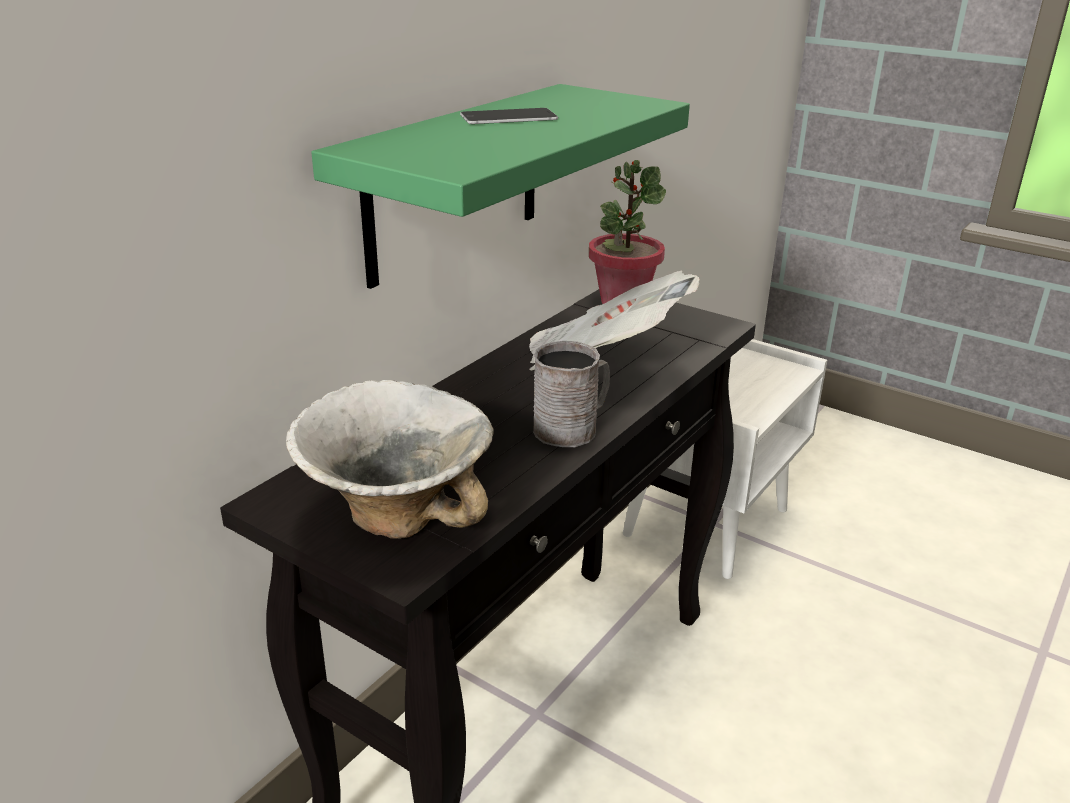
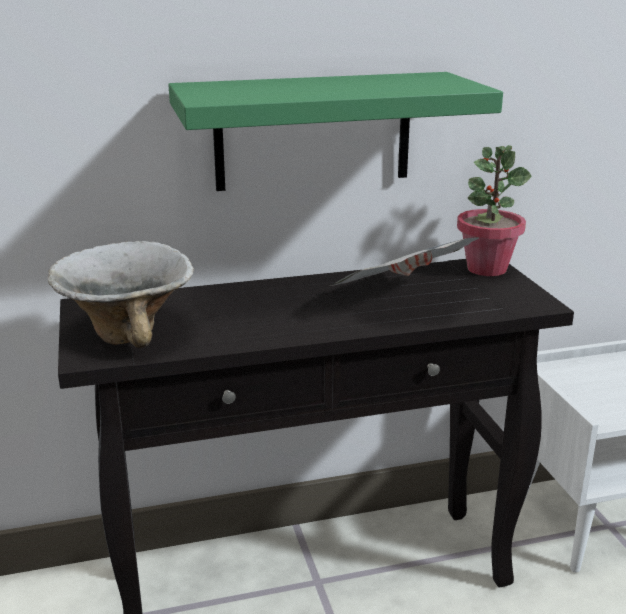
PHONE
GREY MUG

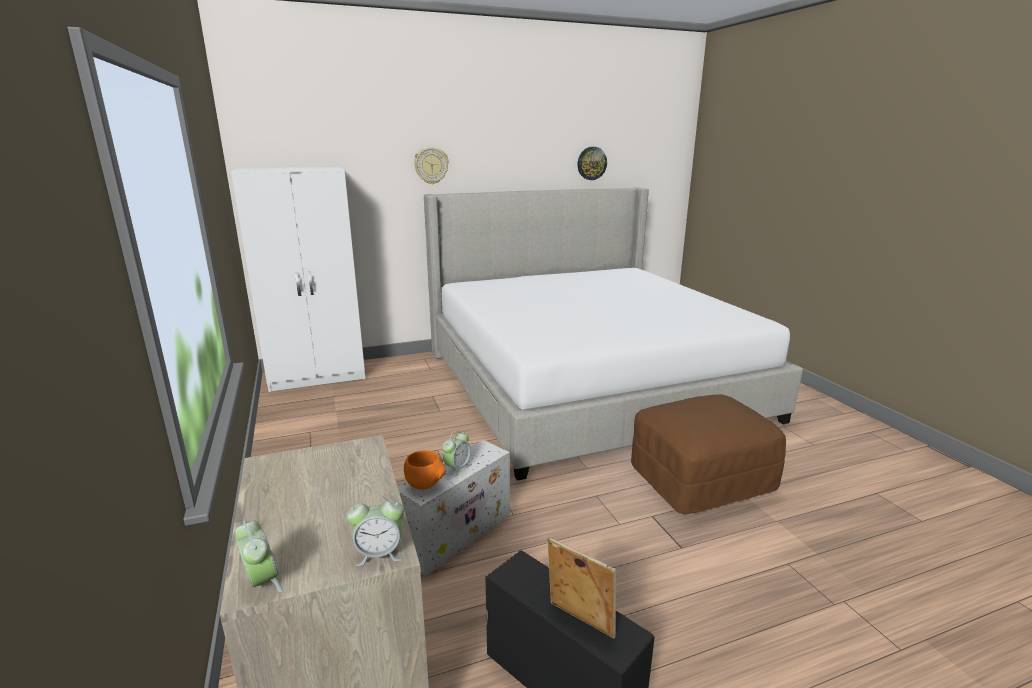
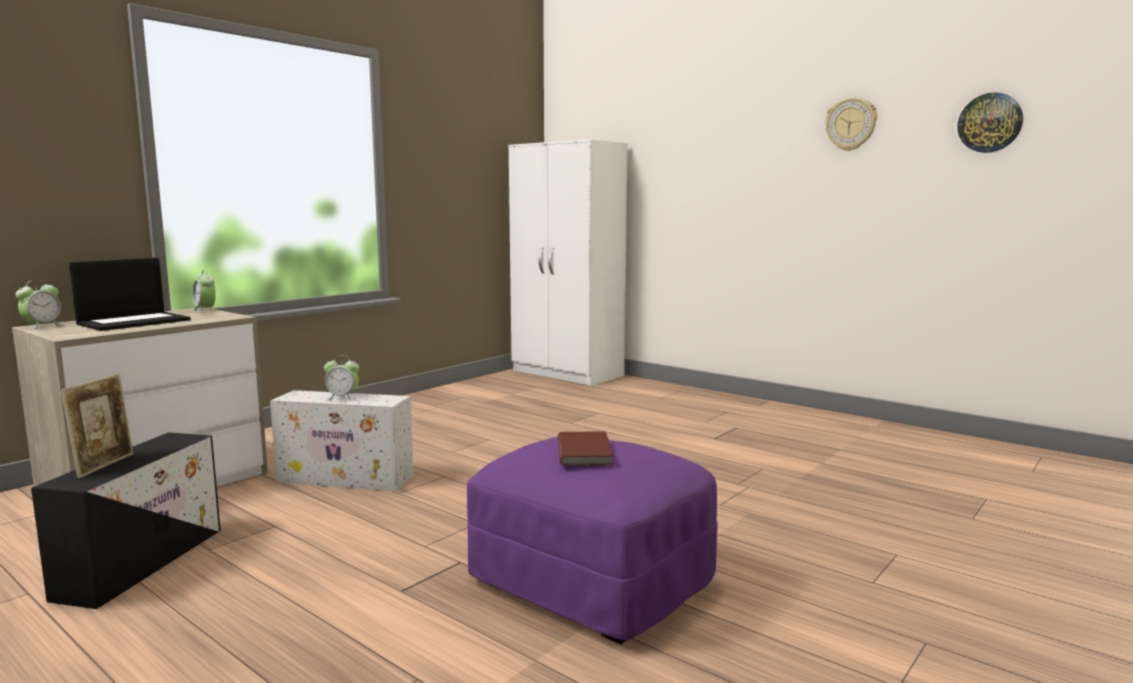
LAPTOP
ALARM CLOCK (2nd from left)
PURPLE OTTOMAN
BROWN BOOK
WALL CLOCK (1st from left)
ORANGE BOWL
BED

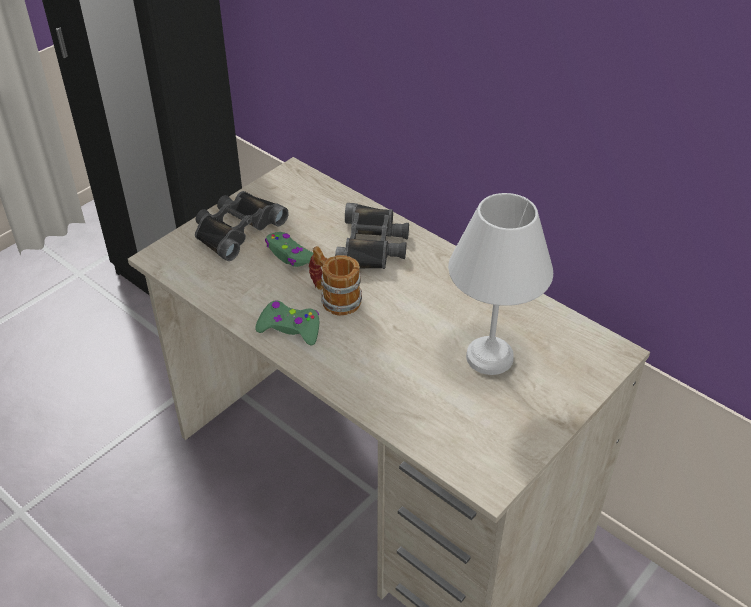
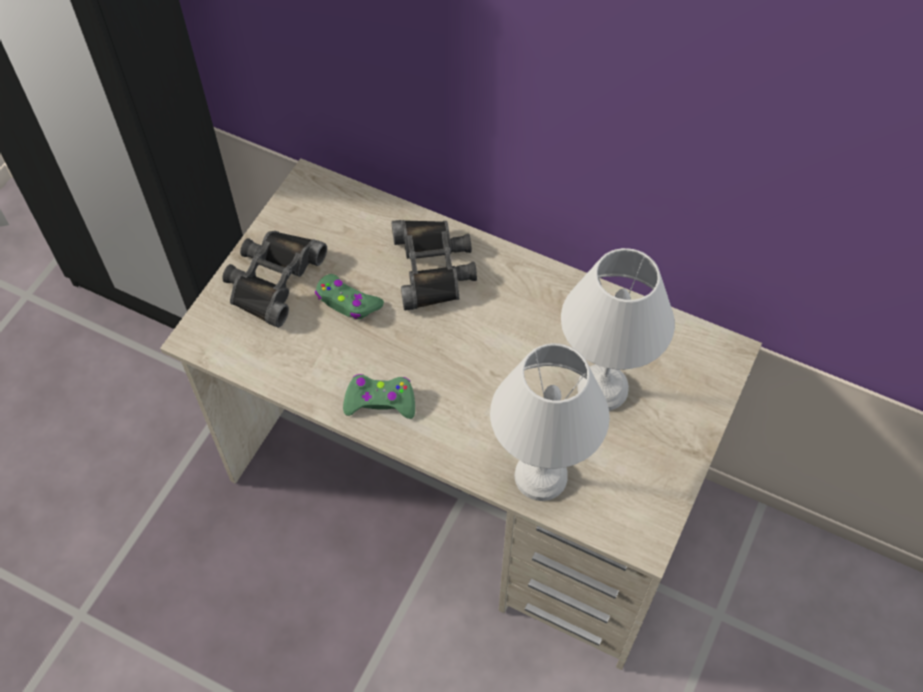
WHITE TABLE LAMP (1st from left)
MUG

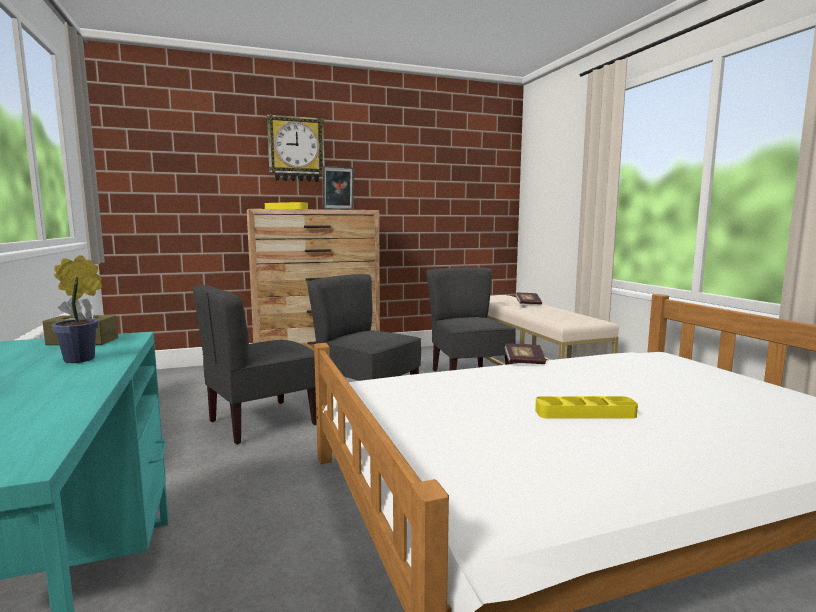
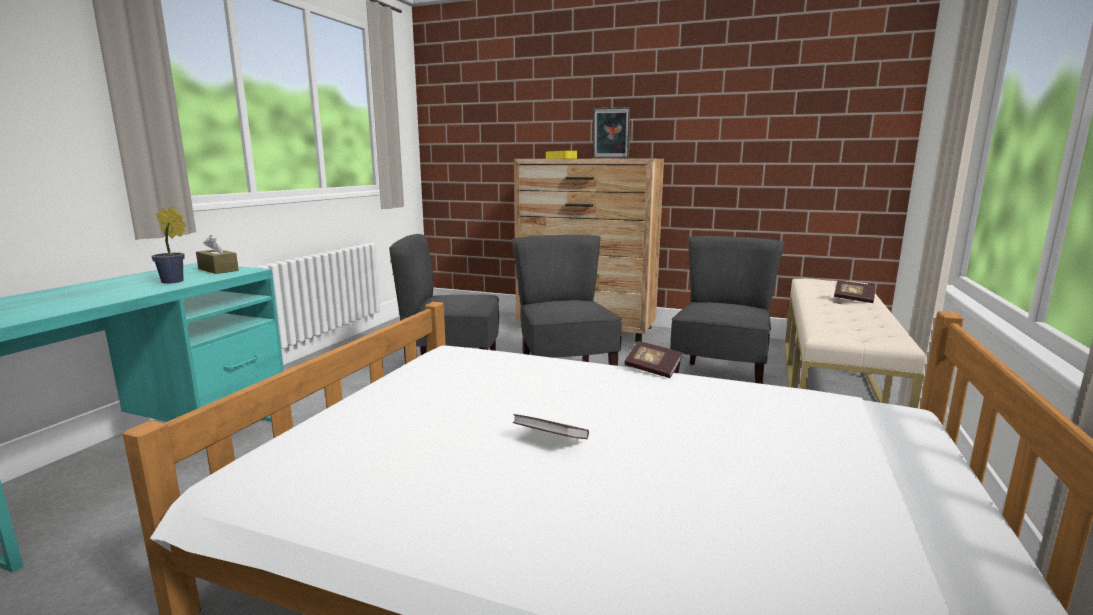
BOOK (1st from left)
WALL CLOCK

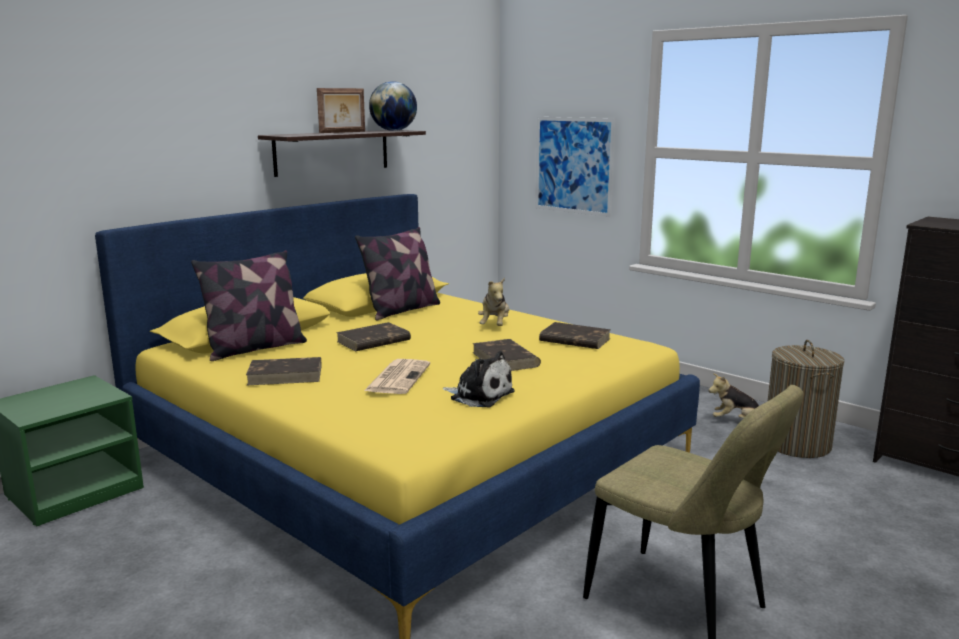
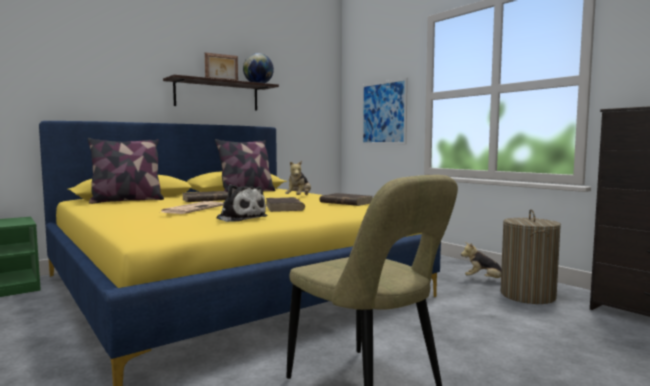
BROWN BOOK (1st from left in the first image)

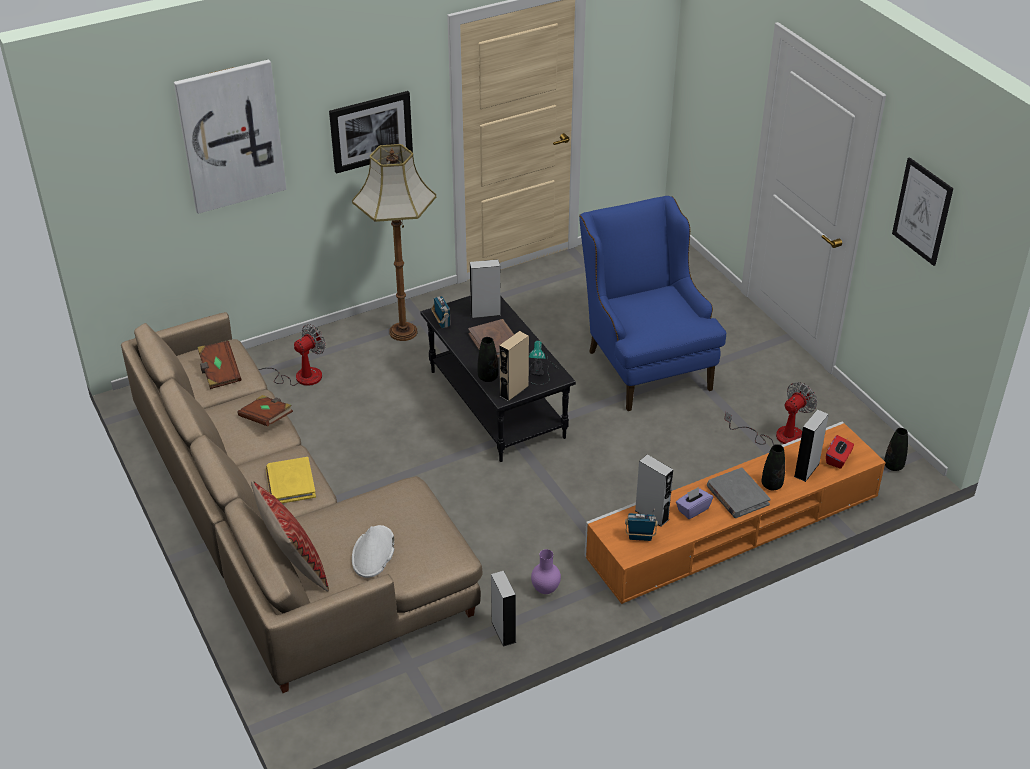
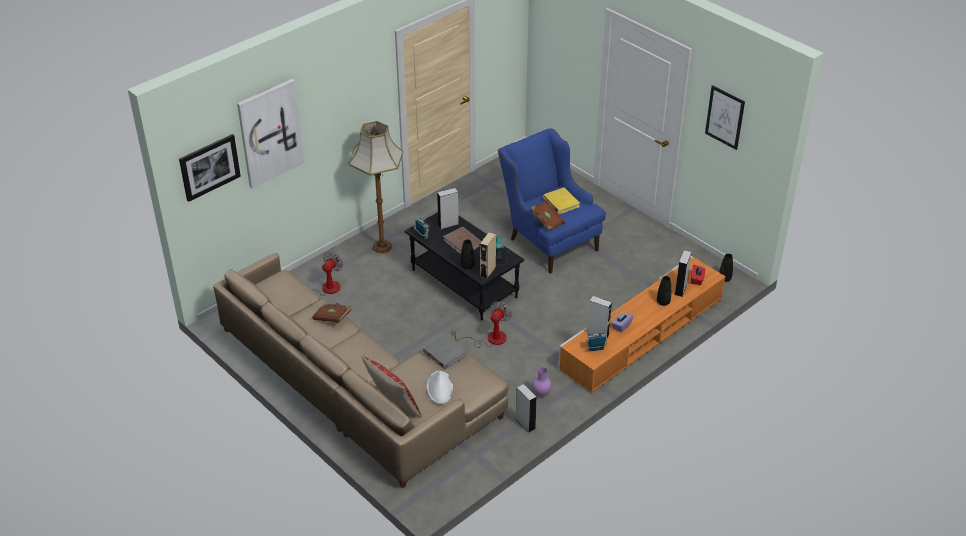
PICTURE (1st from left)
GREY BOOK
FAN (2nd from left)
BROWN BOOK (3rd from left)
YELLOW BOOK

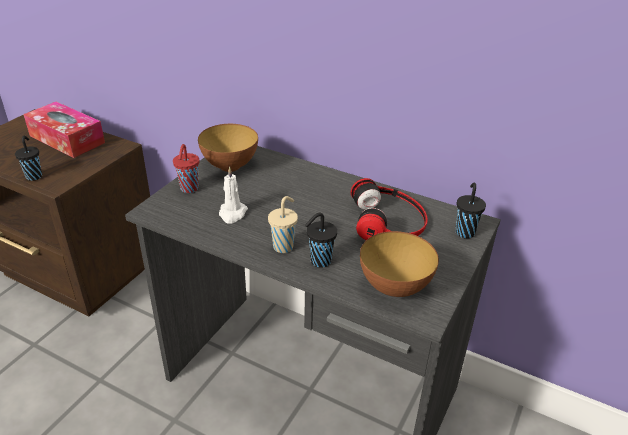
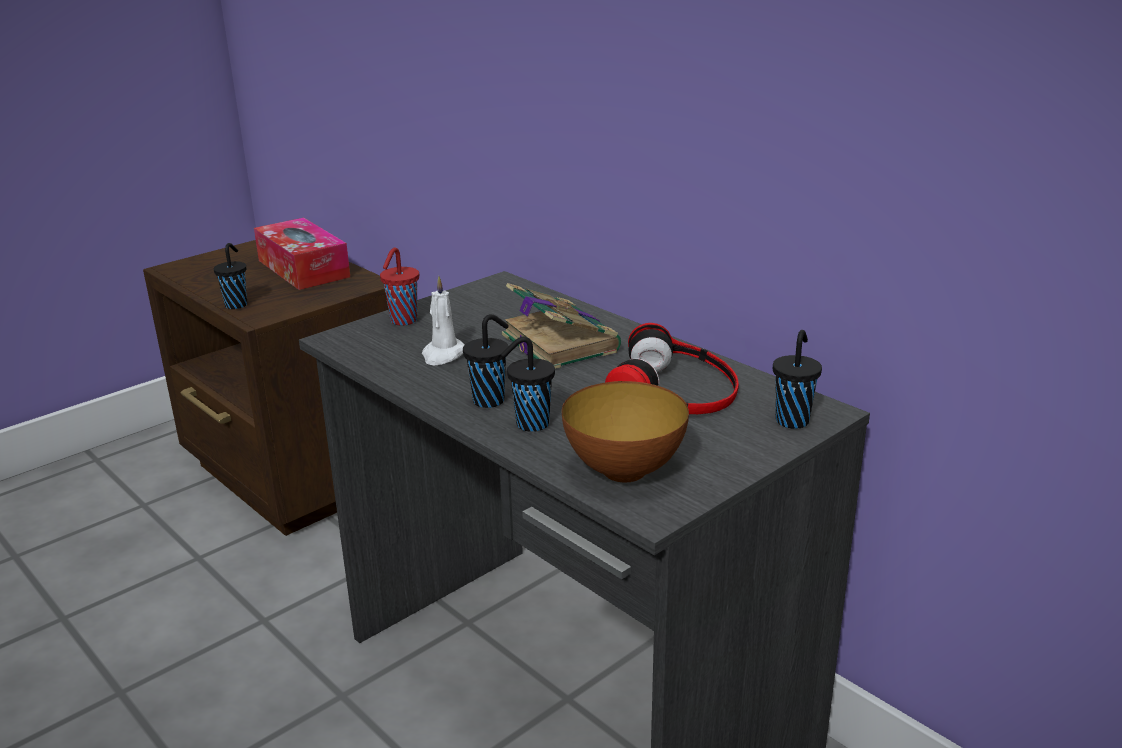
BLACK CUP (2nd from left)
BOOK
BOWL (1st from left in the first image)

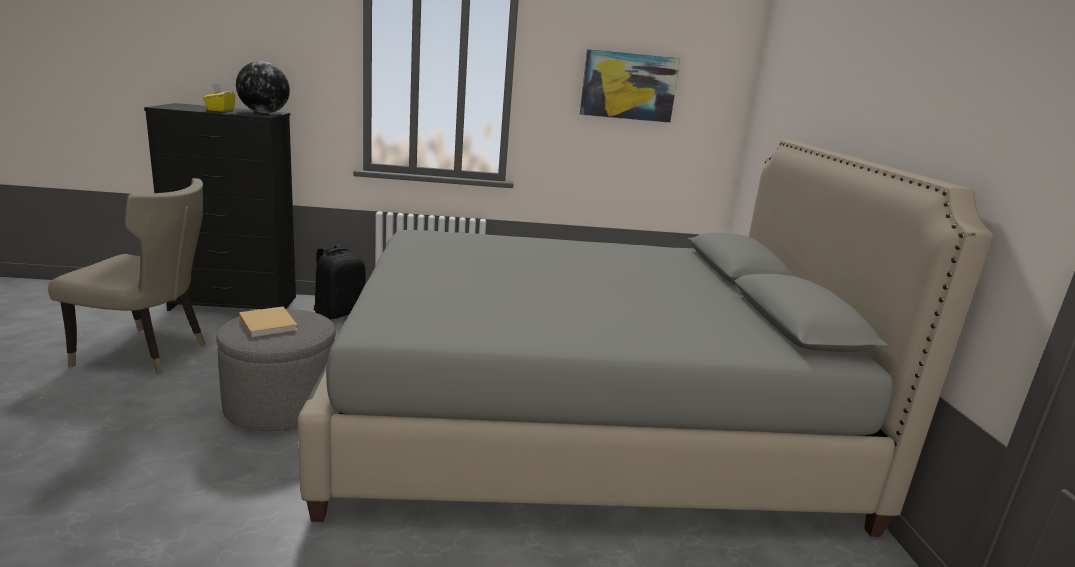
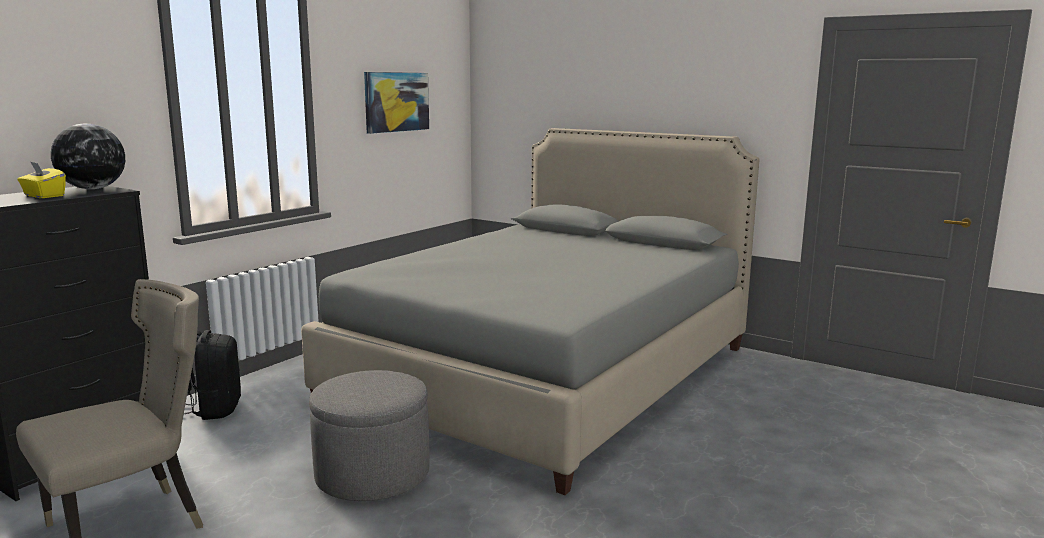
BEIGE BOOK

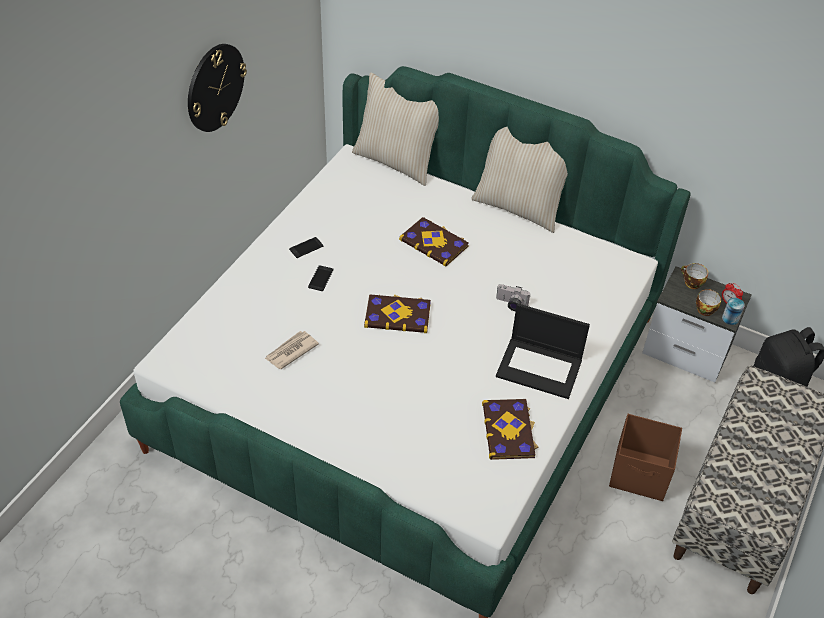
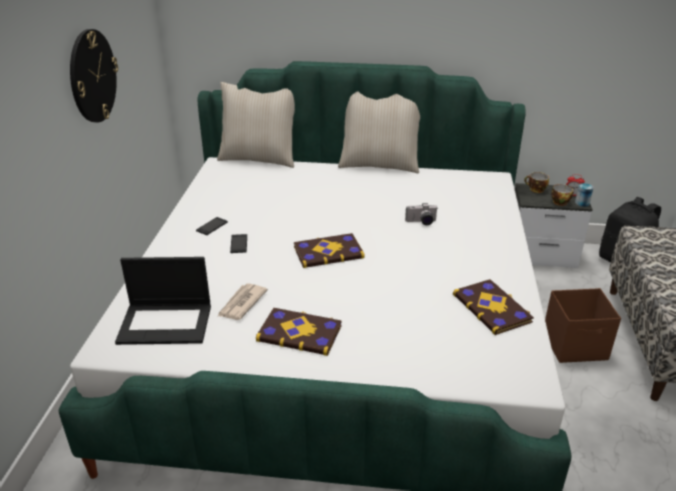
LAPTOP
BOOK (1st from left)

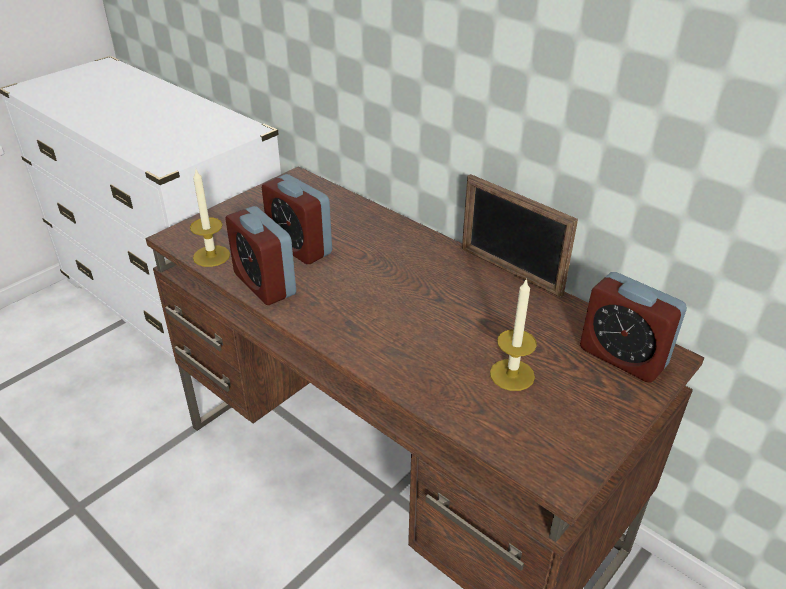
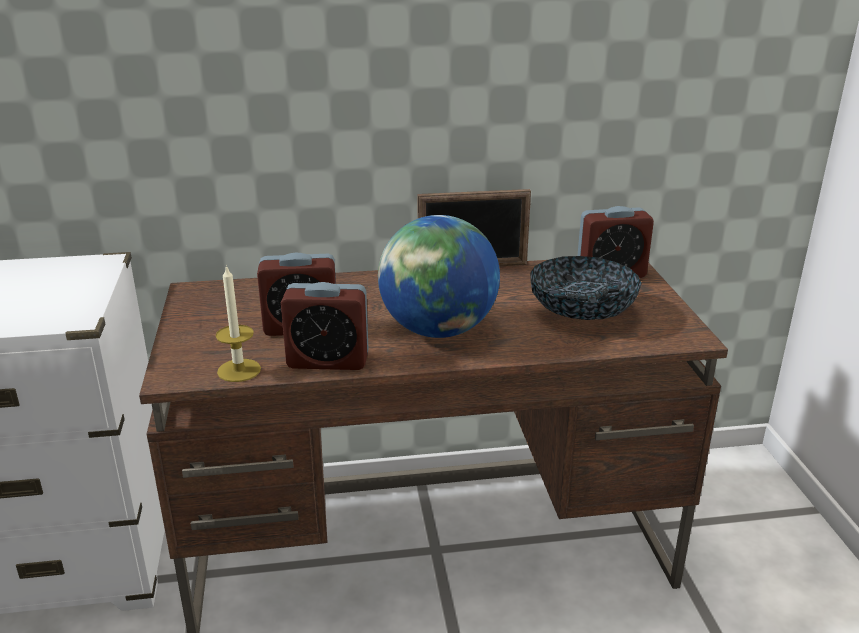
GLOBE
BOWL

